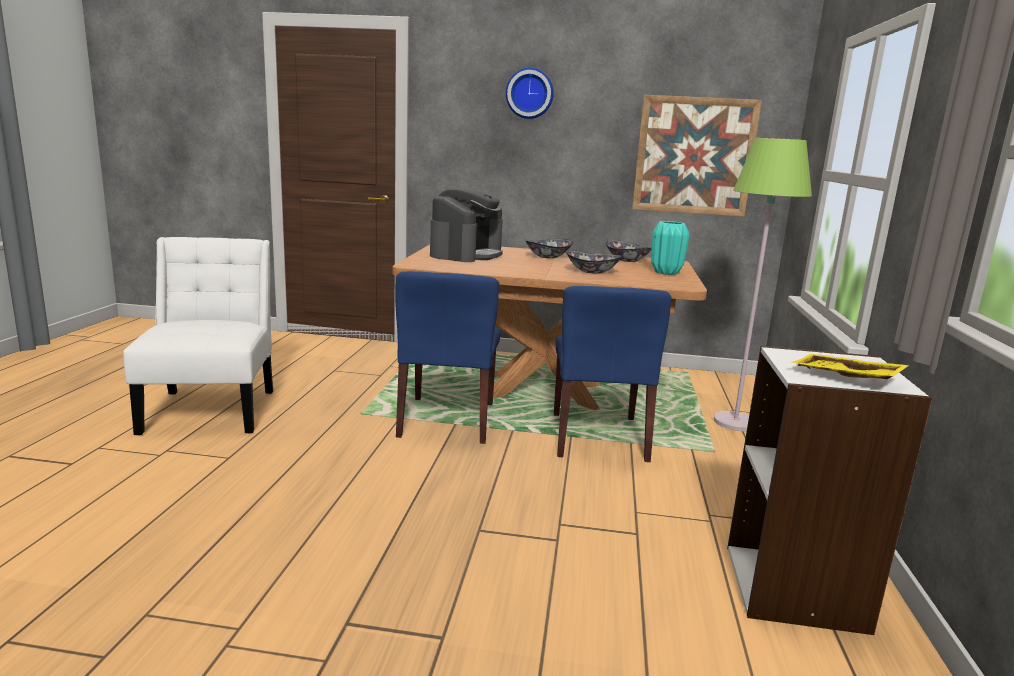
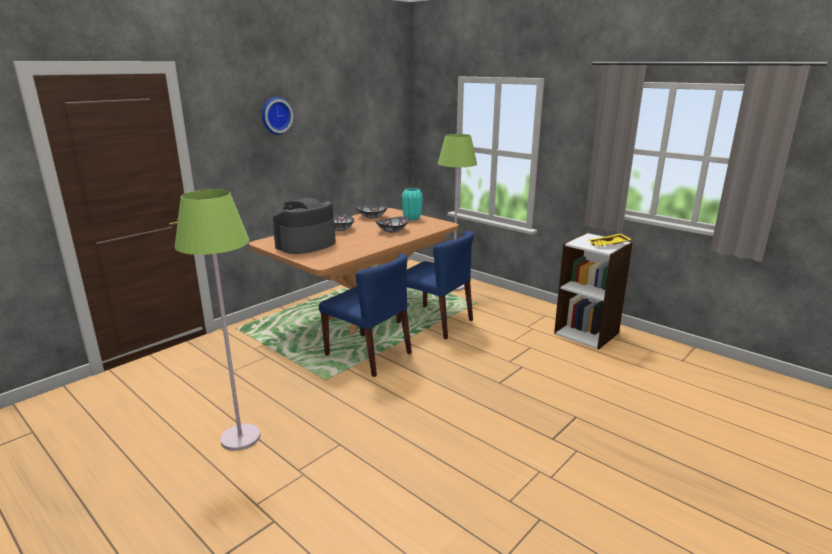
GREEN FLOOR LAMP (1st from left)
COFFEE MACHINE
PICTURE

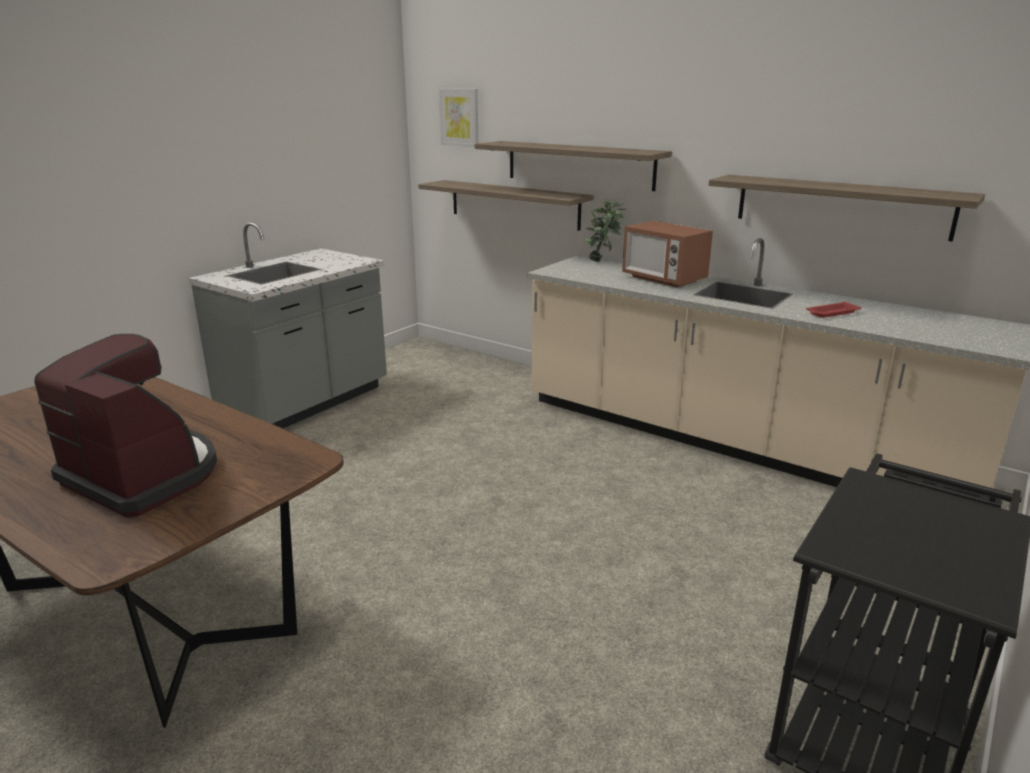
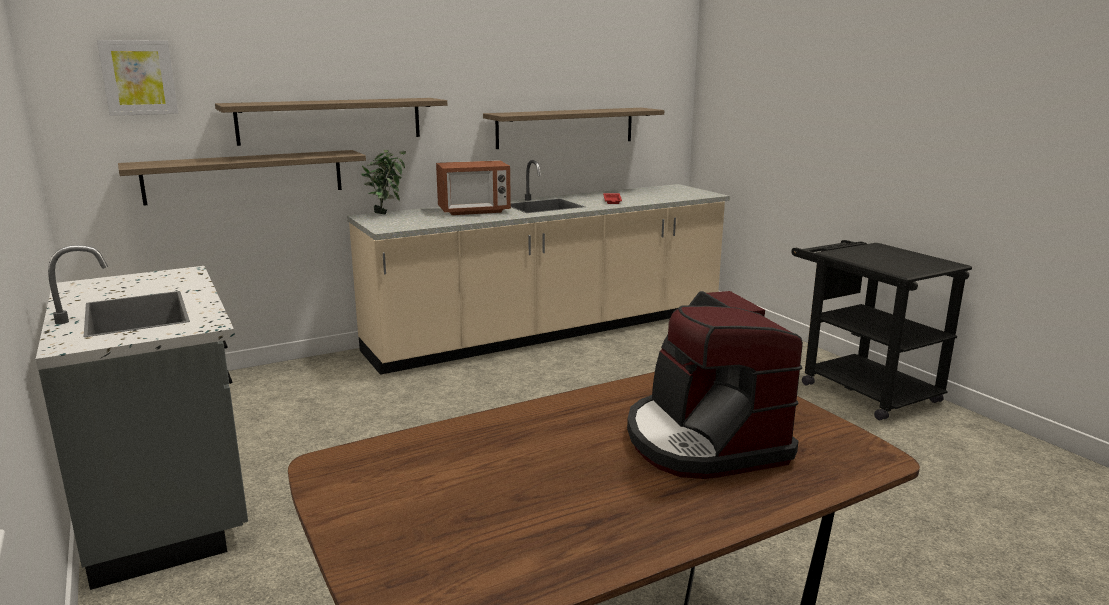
COFFEE MACHINE

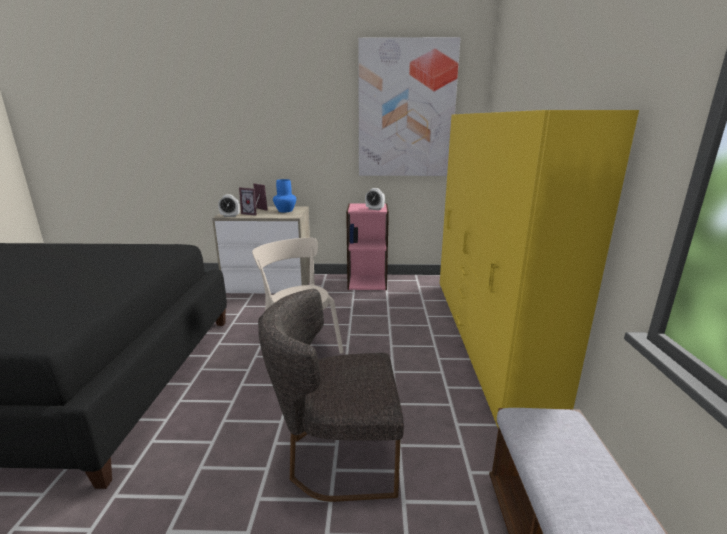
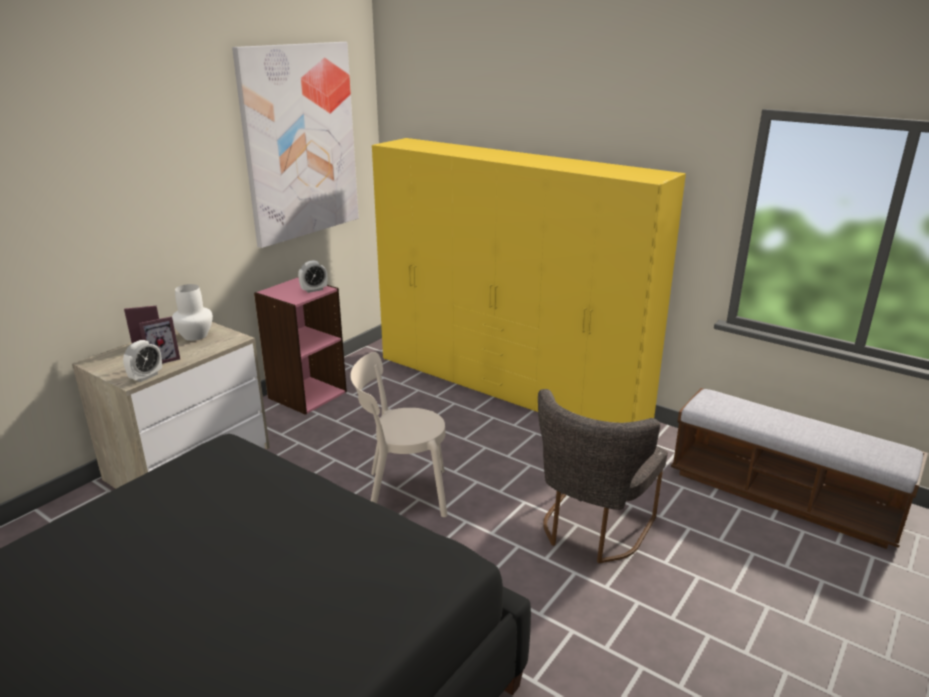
WHITE VASE

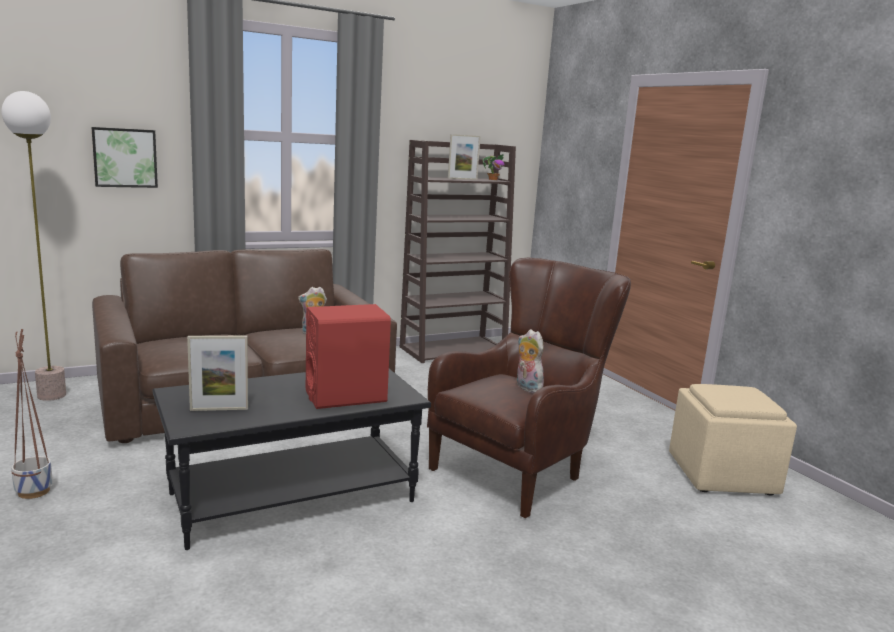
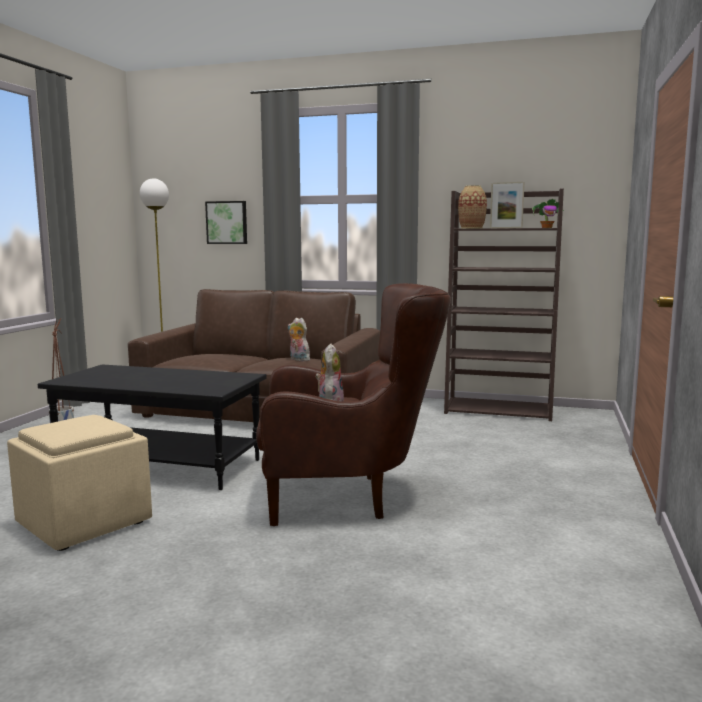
BEIGE OTTOMAN
VASE
PICTURE FRAME (1st from left in the first image)
RED SPEAKER

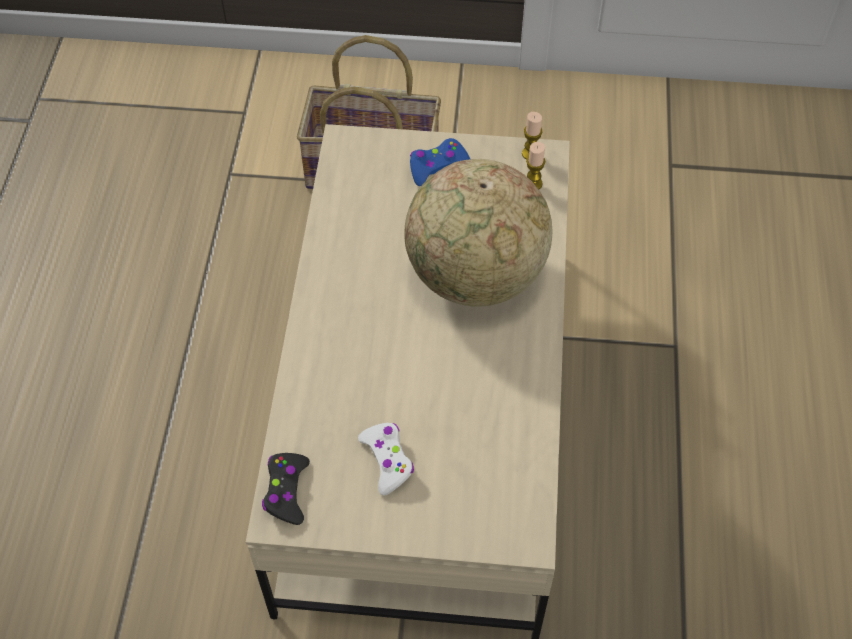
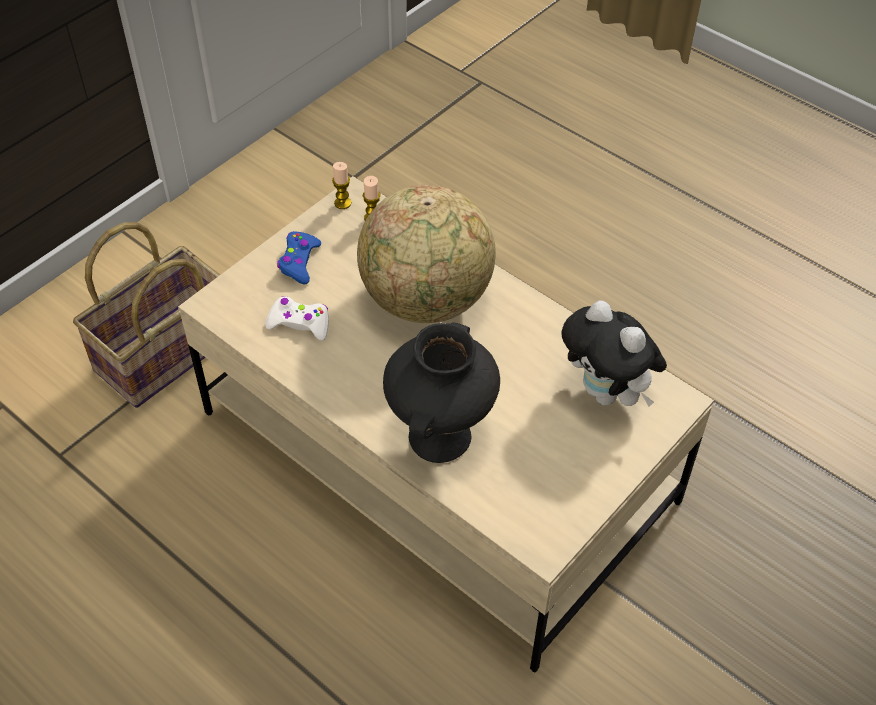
WHITE GAME CONTROLLER
BLACK VASE
PLUSH TOY
BLACK GAME CONTROLLER

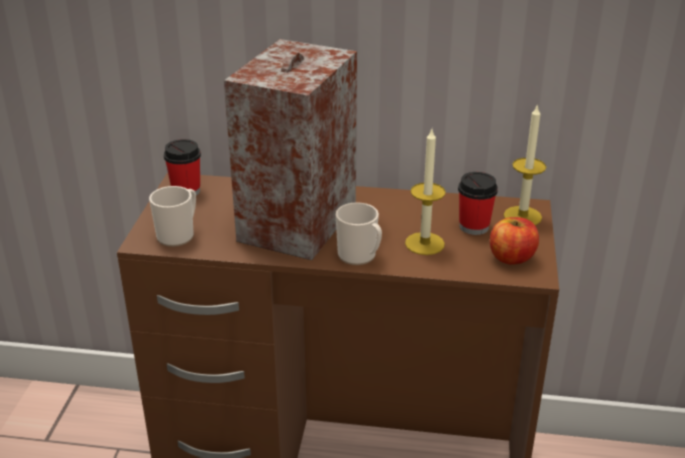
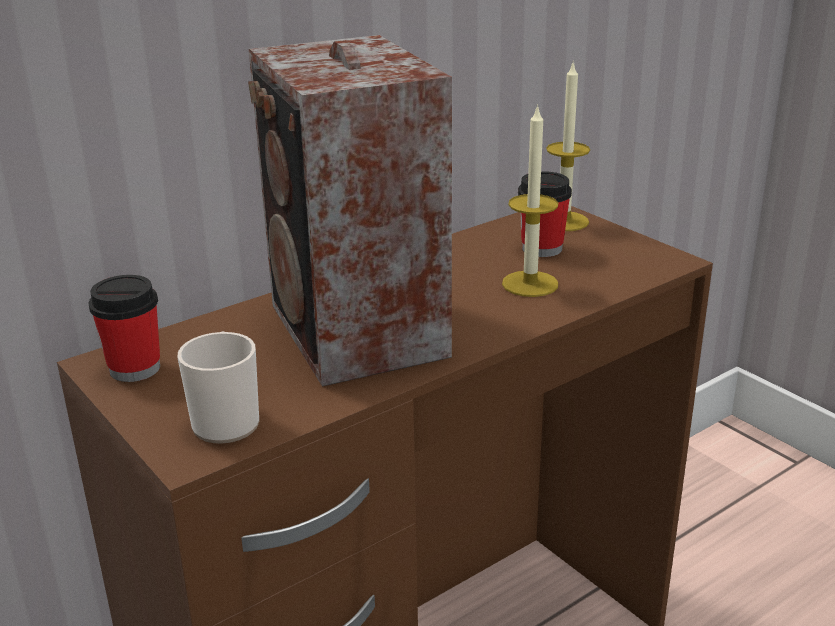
MUG (2nd from left in the first image)
APPLE

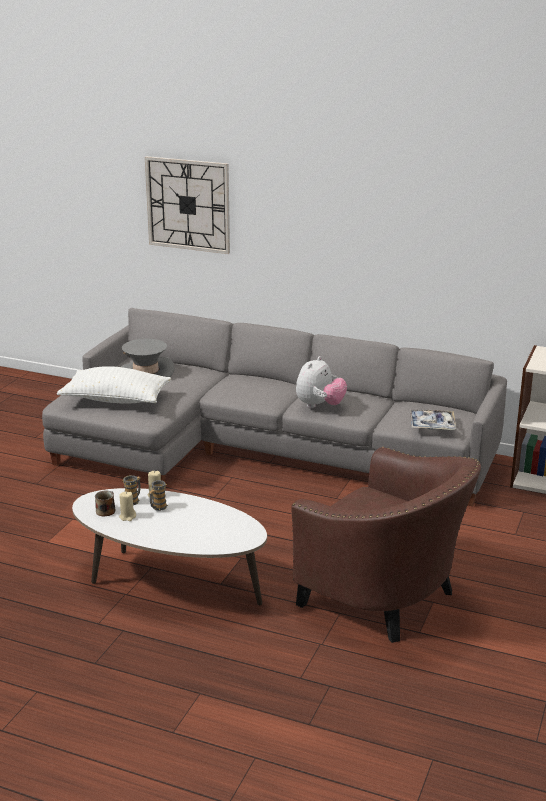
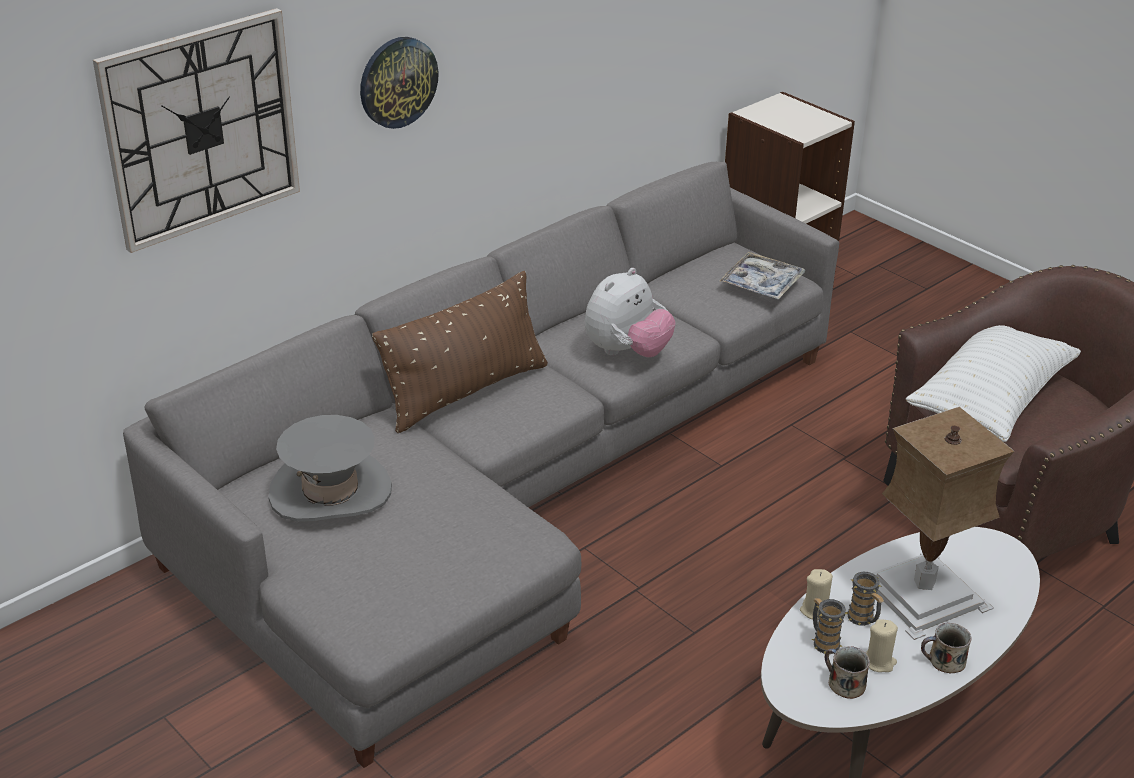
WALL CLOCK (2nd from left)
BROWN PILLOW
PLUSH TOY
TABLE LAMP
WHITE PILLOW
MUG (4th from left)

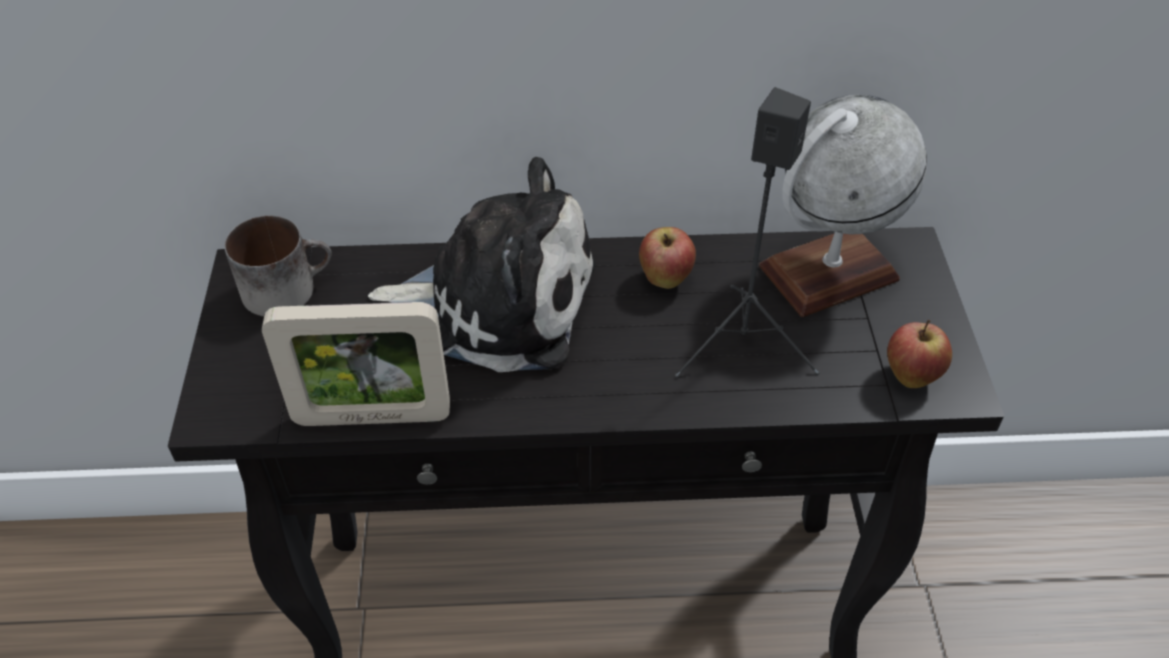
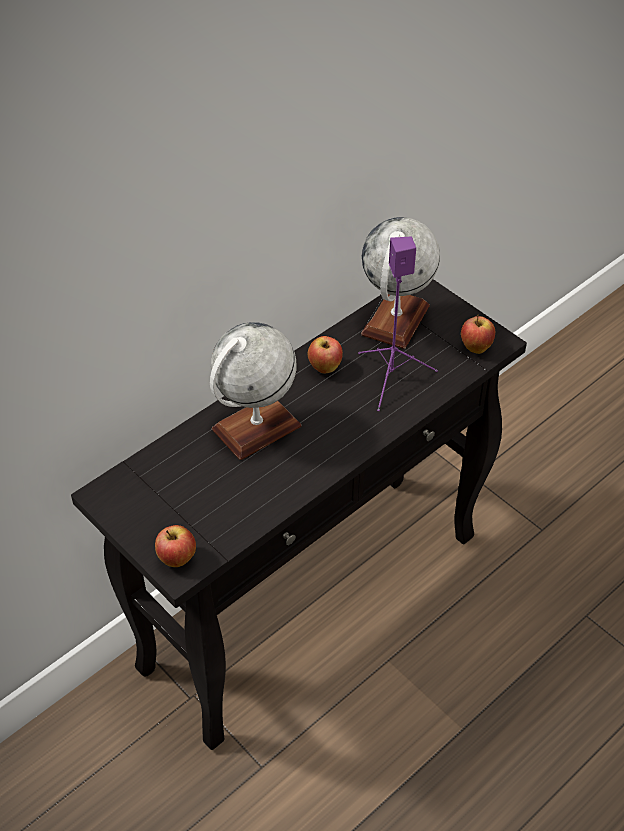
APPLE (1st from left)
GLOBE (1st from left)
PURPLE SPEAKER
MUG
PICTURE FRAME

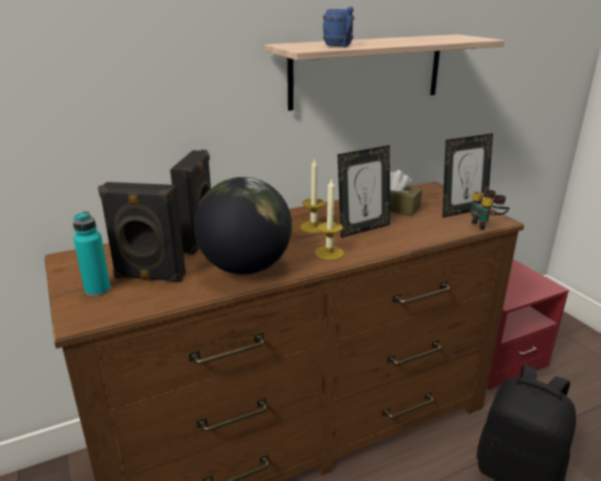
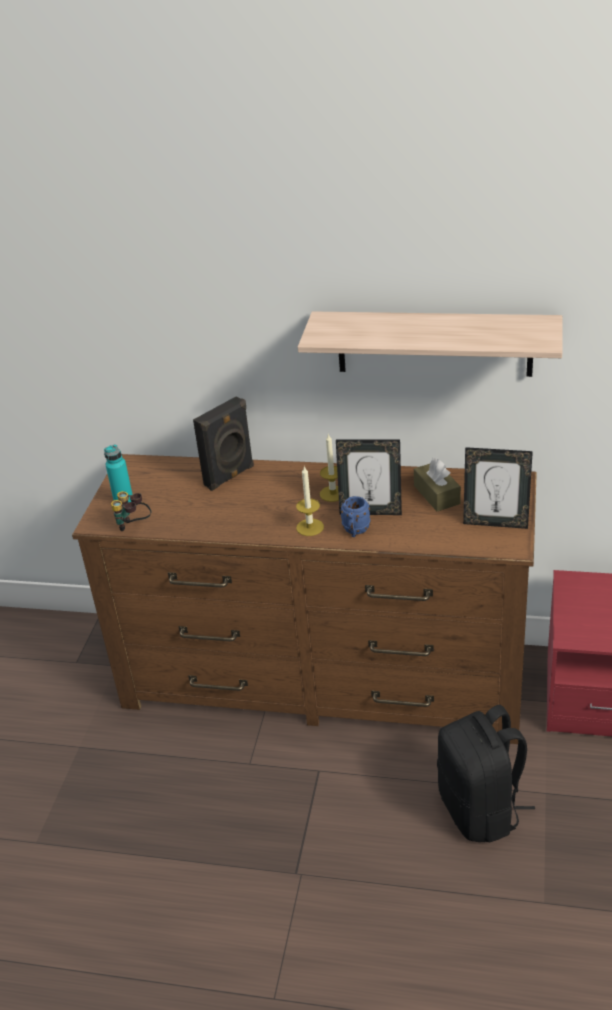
BINOCULARS
BLUE MUG
BLACK SPEAKER (1st from left in the first image)
GLOBE

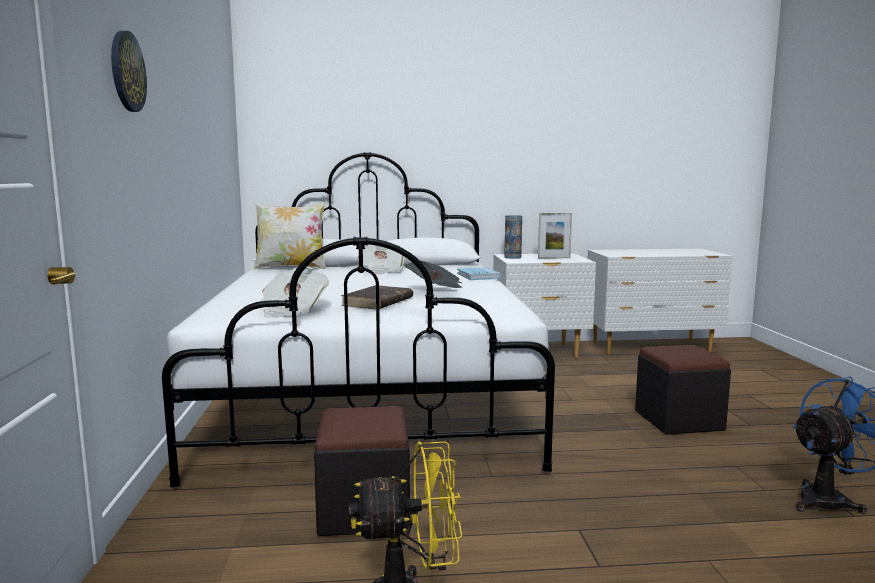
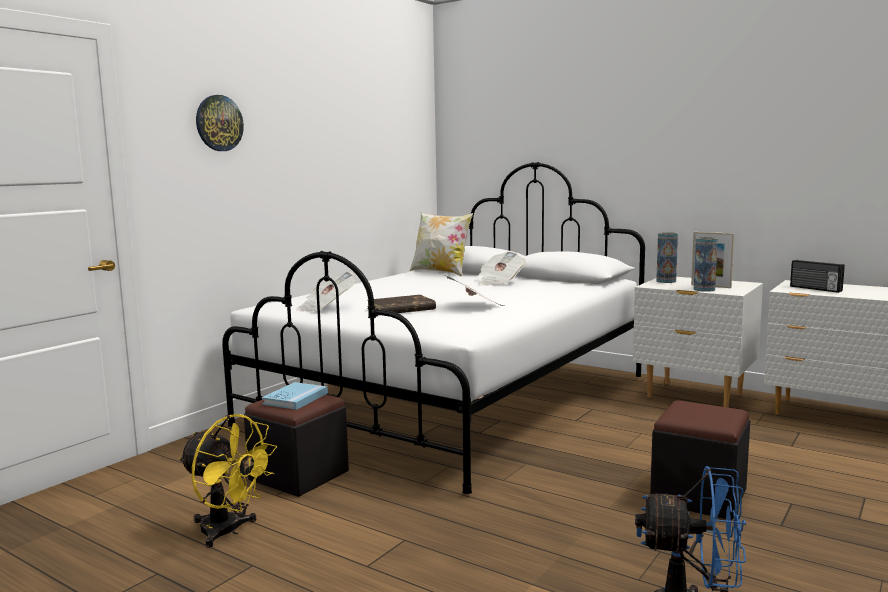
BLUE BOOK
VASE (2nd from left)
RADIO

